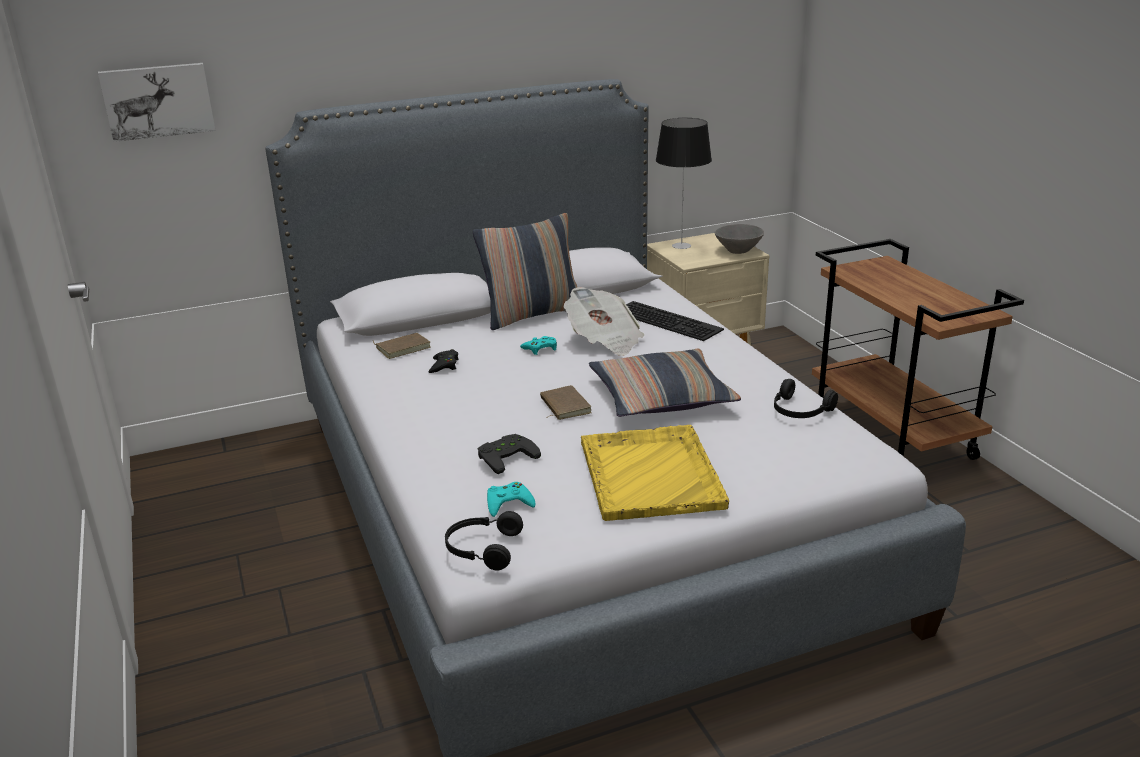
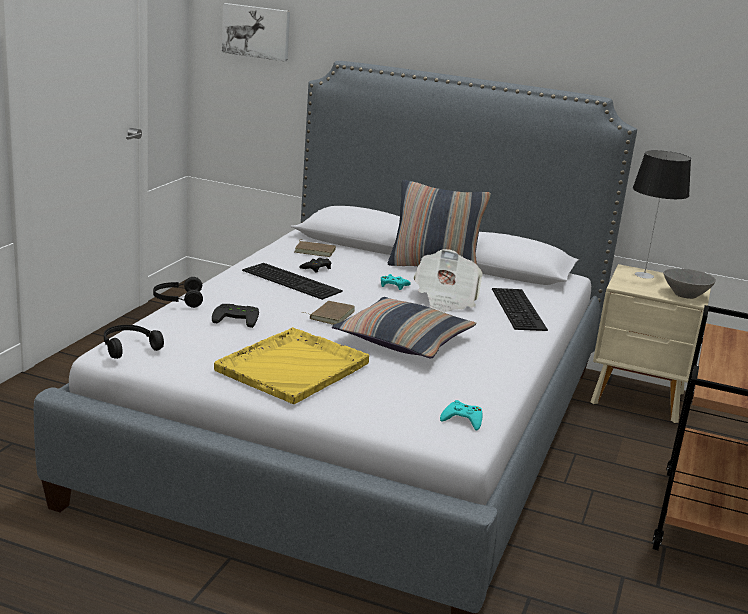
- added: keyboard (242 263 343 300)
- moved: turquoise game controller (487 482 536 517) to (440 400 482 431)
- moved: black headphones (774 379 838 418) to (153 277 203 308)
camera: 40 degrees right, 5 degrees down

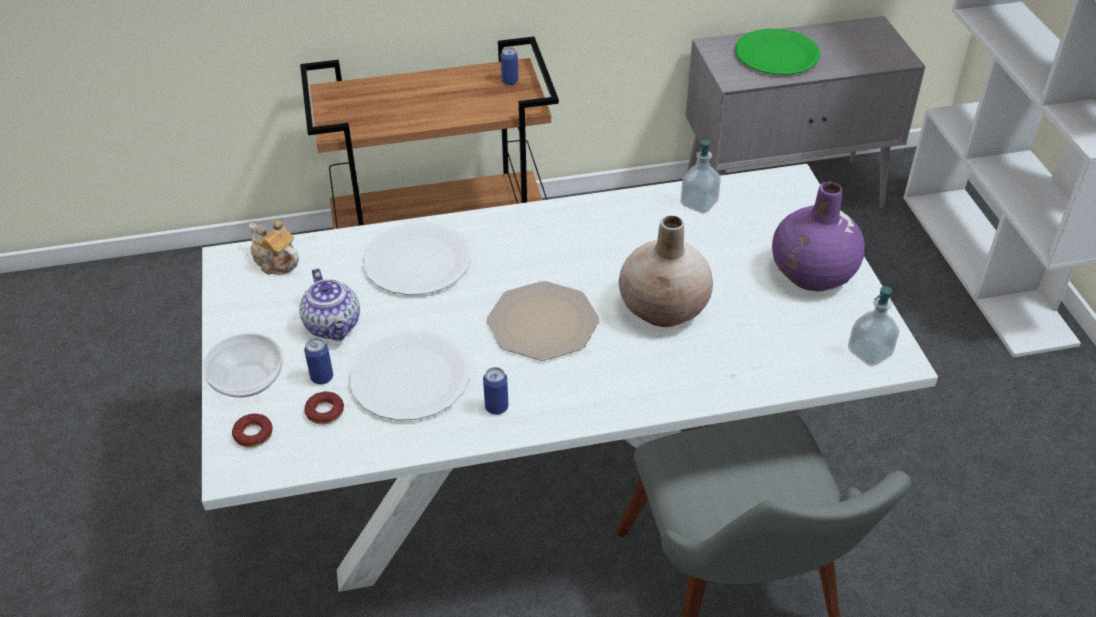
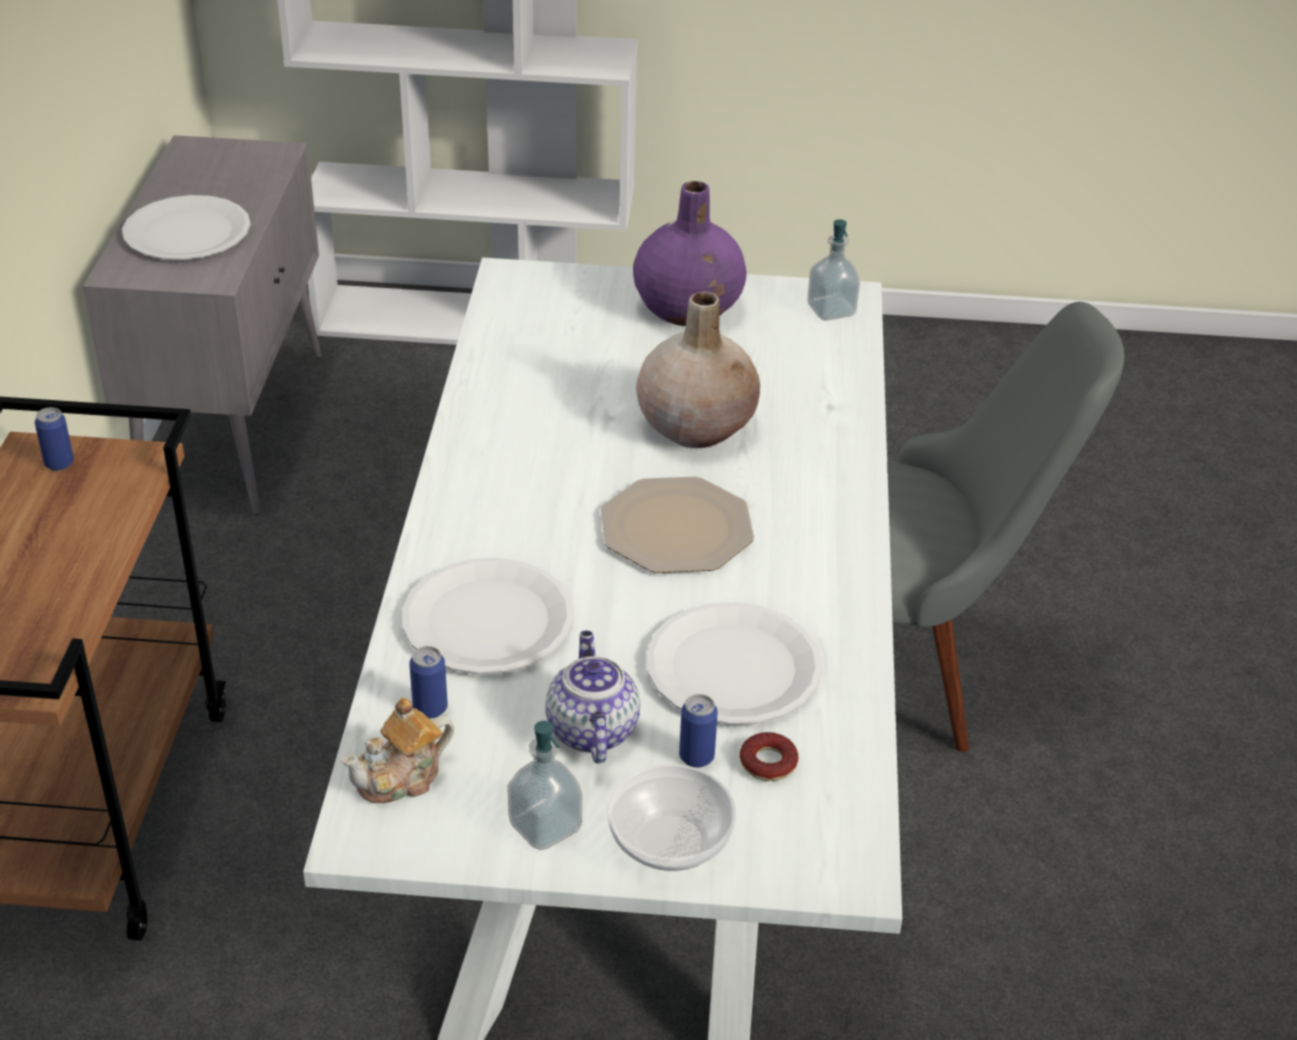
- removed: donut (232 414 273 448)
- moved: can (483 367 508 415) to (409 646 448 719)
- moved: soap dispenser (680 140 721 214) to (507 721 582 850)
- recoloured: green plate (735 29 820 75) to white plate (122 195 251 260)
- turned: teapot (299 268 360 341) = (545 631 640 764) 90 degrees counterclockwise
camera: 75 degrees left, 5 degrees down

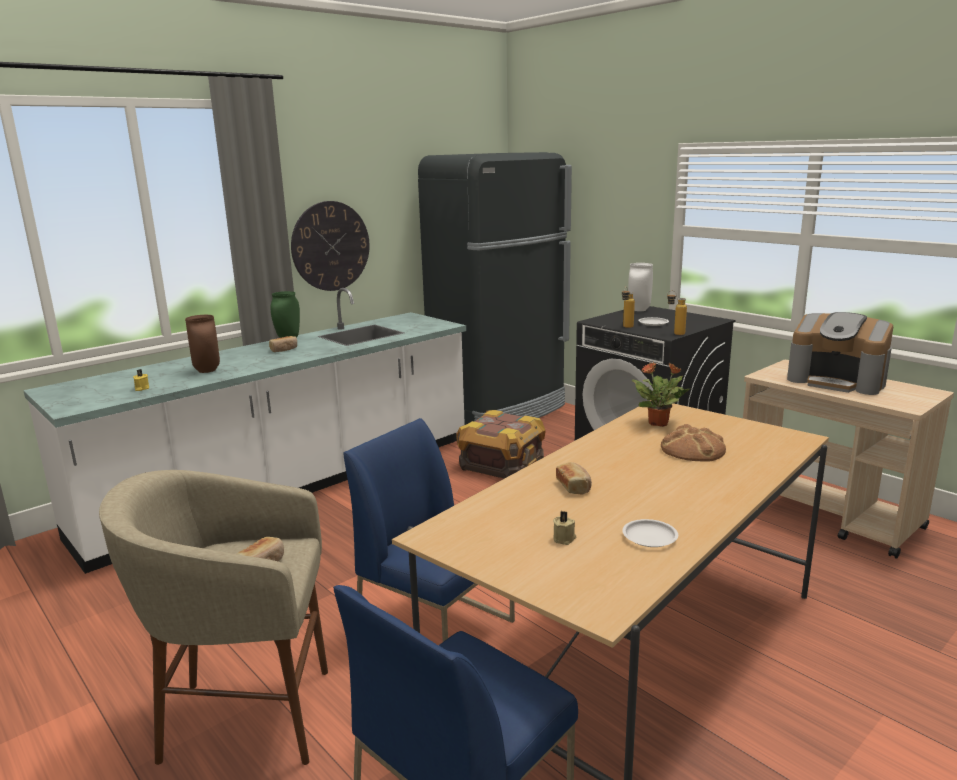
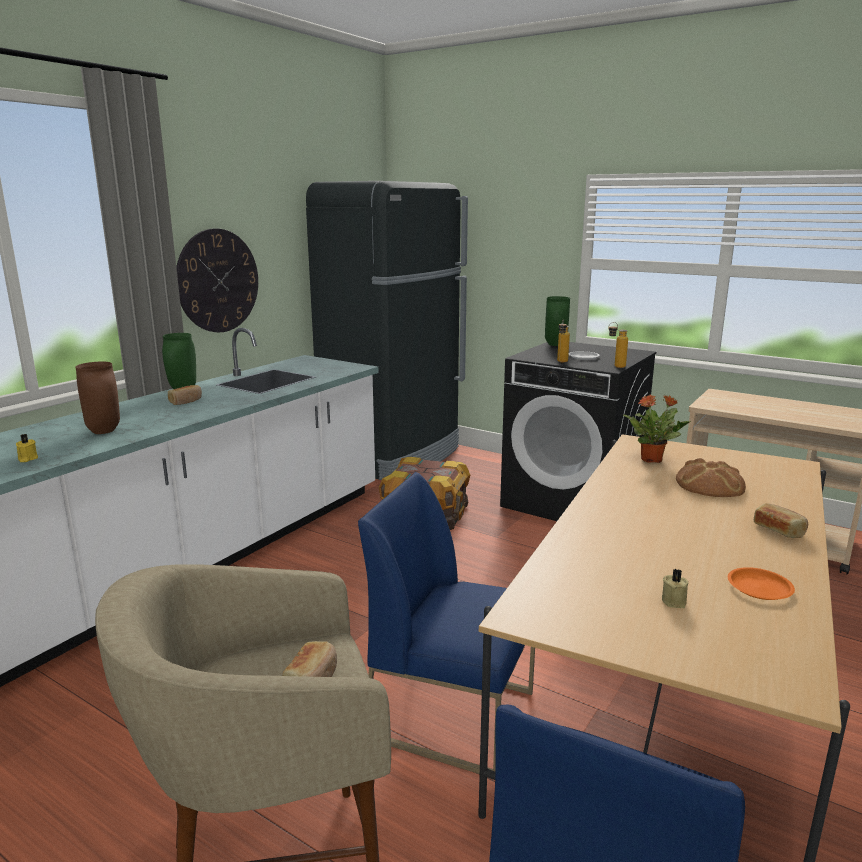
- removed: coffee machine (787 312 893 395)
- moved: bread (556 462 592 495) to (754 503 808 538)
- recoloured: white plate (622 519 678 547) to orange plate (728 567 795 600)
- recoloured: white vase (628 263 653 311) to green vase (545 296 570 346)
camera: 15 degrees left, 0 degrees up

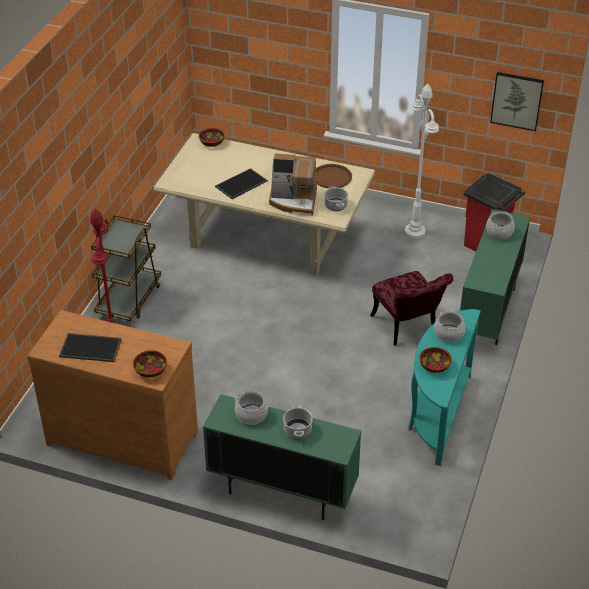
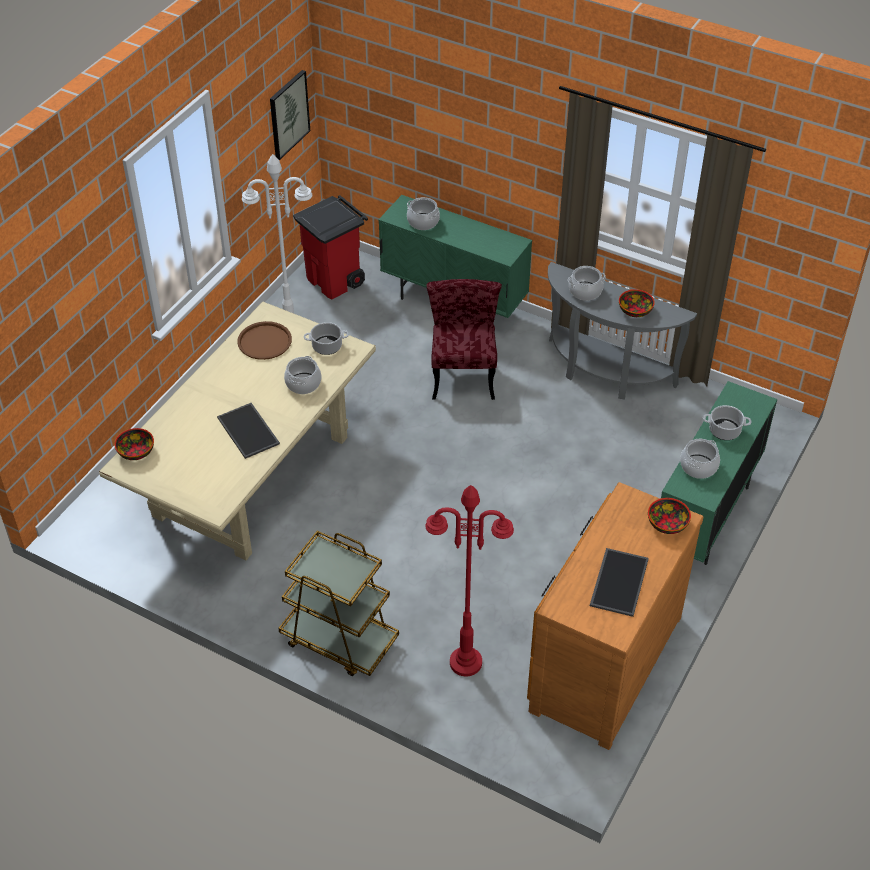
- replaced: coffee machine (269 153 317 215) to cooking pot (284 356 321 394)
- recoloured: turquoise console table (409 309 481 466) to grey console table (548 262 697 400)
- turned: red chair (370 271 453 345) = (426 279 502 400) 75 degrees counterclockwise
camera: 80 degrees left, 5 degrees up

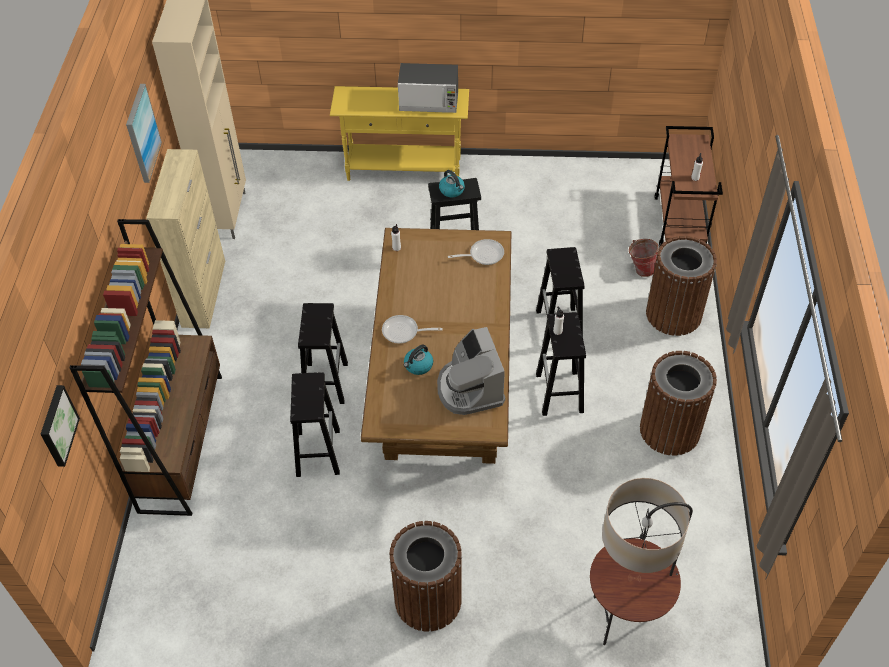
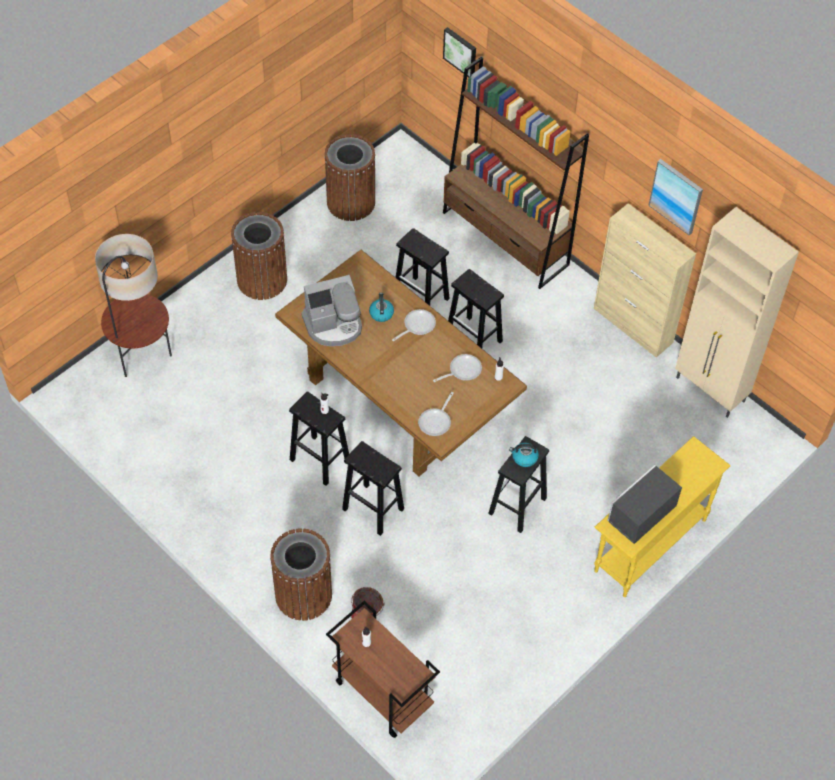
- added: frying pan (433 354 482 382)
- moved: brown trash can (640 351 717 456) to (324 134 376 221)
- turned: coffee machine (437 327 505 415) = (301 275 362 346) 135 degrees clockwise
camera: 130 degrees right, 5 degrees up

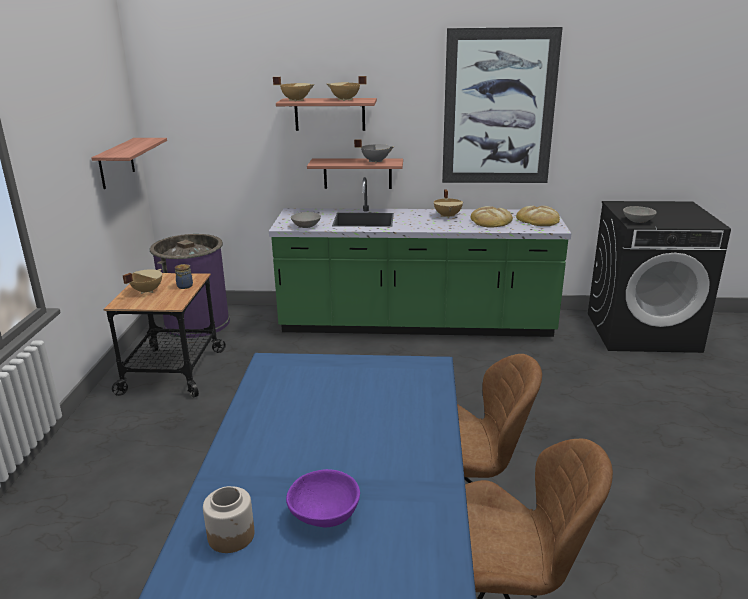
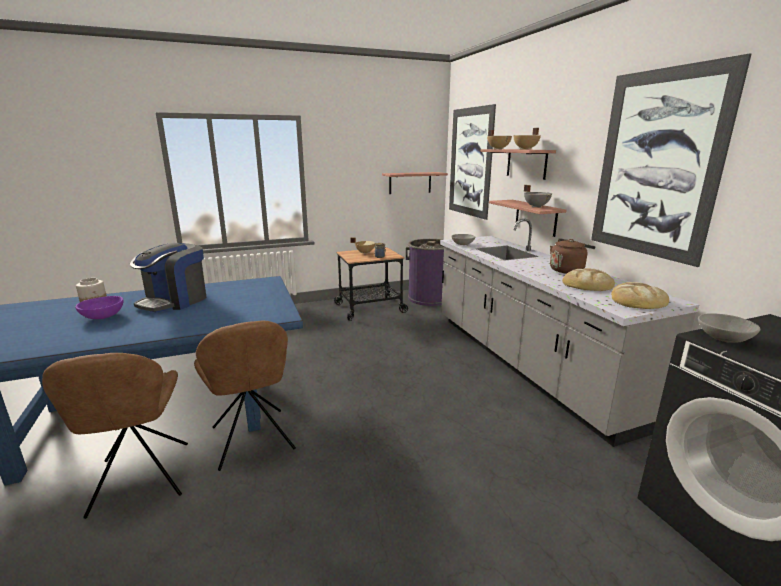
- added: coffee machine (130 243 206 312)
- added: picture (449 104 496 220)
- replaced: beige cooking pot (434 190 463 218) to brown kettle (550 238 595 274)
- recoloured: green counter (269 177 572 337) to grey counter (440 219 699 447)
camera: 65 degrees right, 5 degrees down

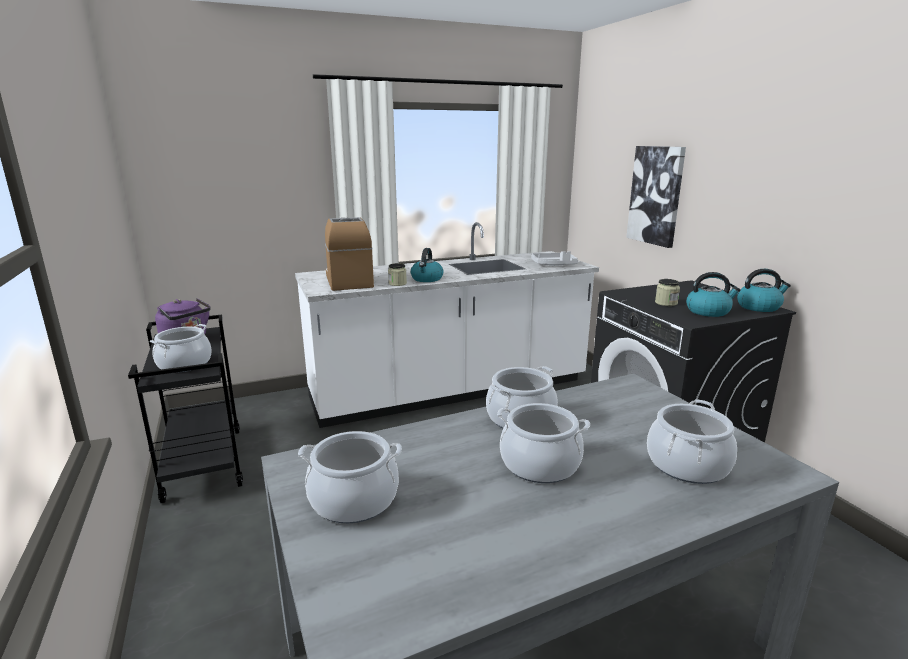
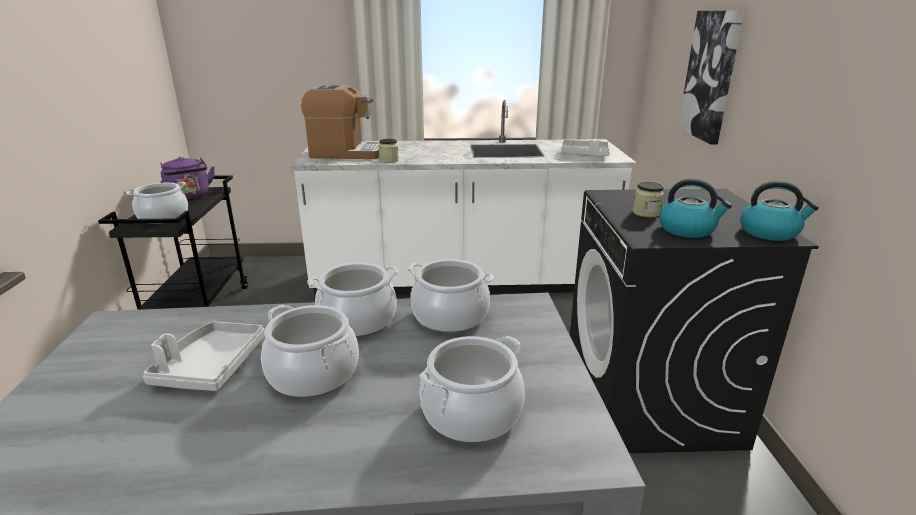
- removed: kettle (410 248 444 282)
- added: grey tray (143 321 265 391)
- moved: cooking pot (298 431 402 523) to (408 259 494 333)
- turned: coffee machine (325 217 374 291) = (301 85 380 159) 90 degrees clockwise
camera: 20 degrees right, 5 degrees up

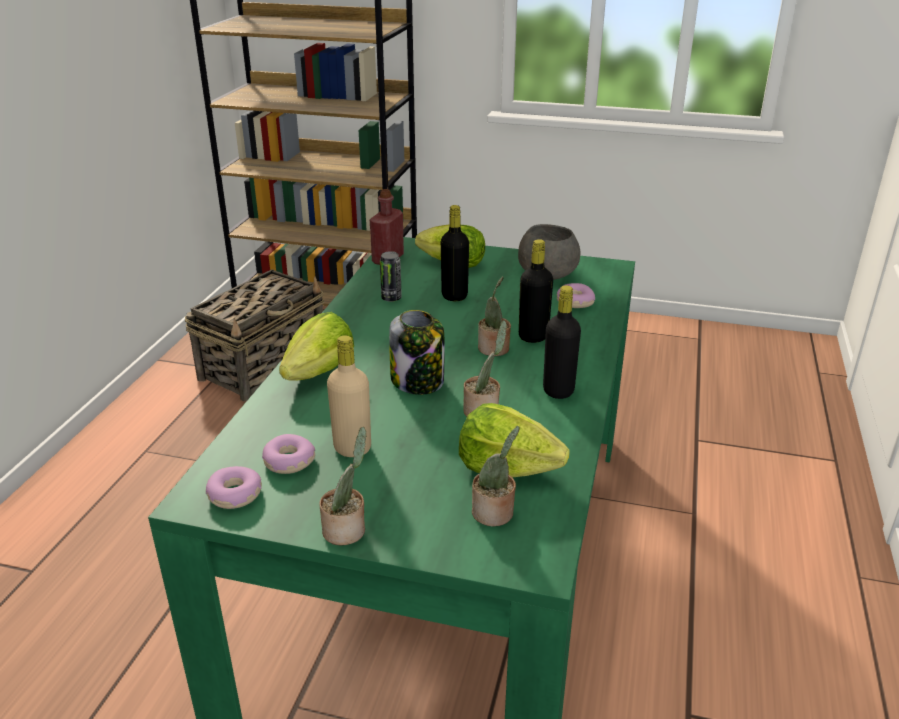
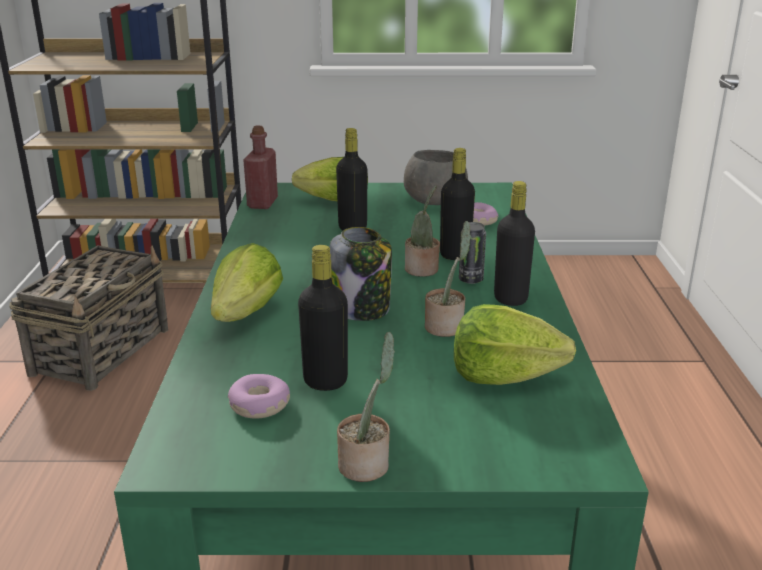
- removed: donut (206 466 262 509)
- removed: potted plant (472 426 520 526)
- moved: can (380 251 402 302) to (459 222 486 284)
- recoloured: beige bottle (327 335 371 457) to black bottle (298 245 348 391)
camera: 15 degrees left, 5 degrees down

